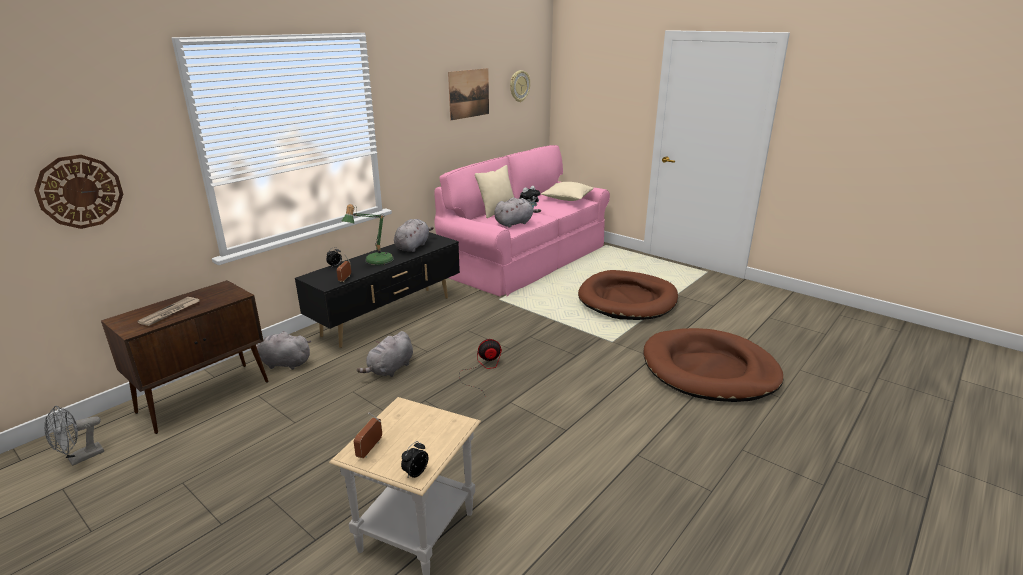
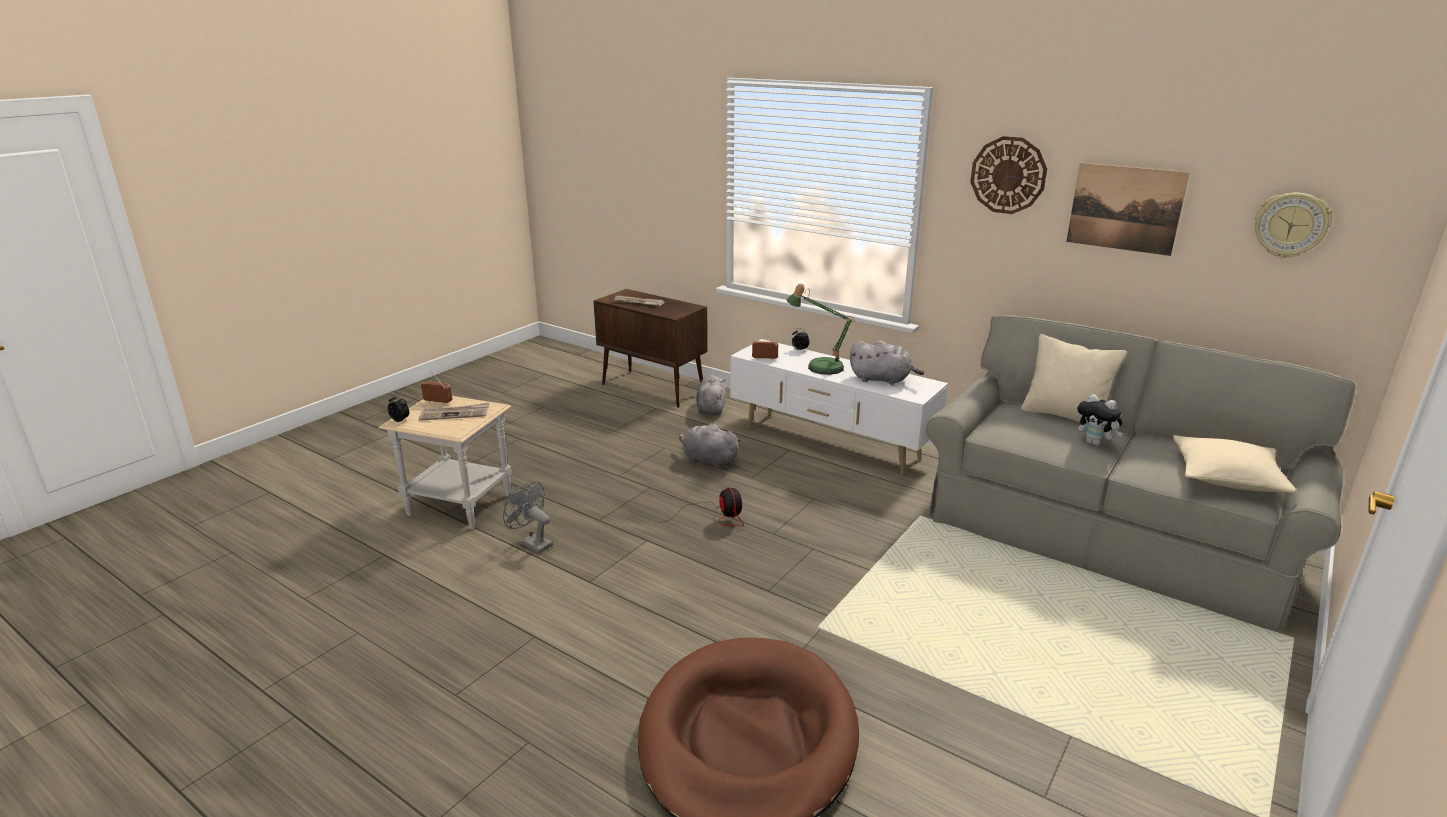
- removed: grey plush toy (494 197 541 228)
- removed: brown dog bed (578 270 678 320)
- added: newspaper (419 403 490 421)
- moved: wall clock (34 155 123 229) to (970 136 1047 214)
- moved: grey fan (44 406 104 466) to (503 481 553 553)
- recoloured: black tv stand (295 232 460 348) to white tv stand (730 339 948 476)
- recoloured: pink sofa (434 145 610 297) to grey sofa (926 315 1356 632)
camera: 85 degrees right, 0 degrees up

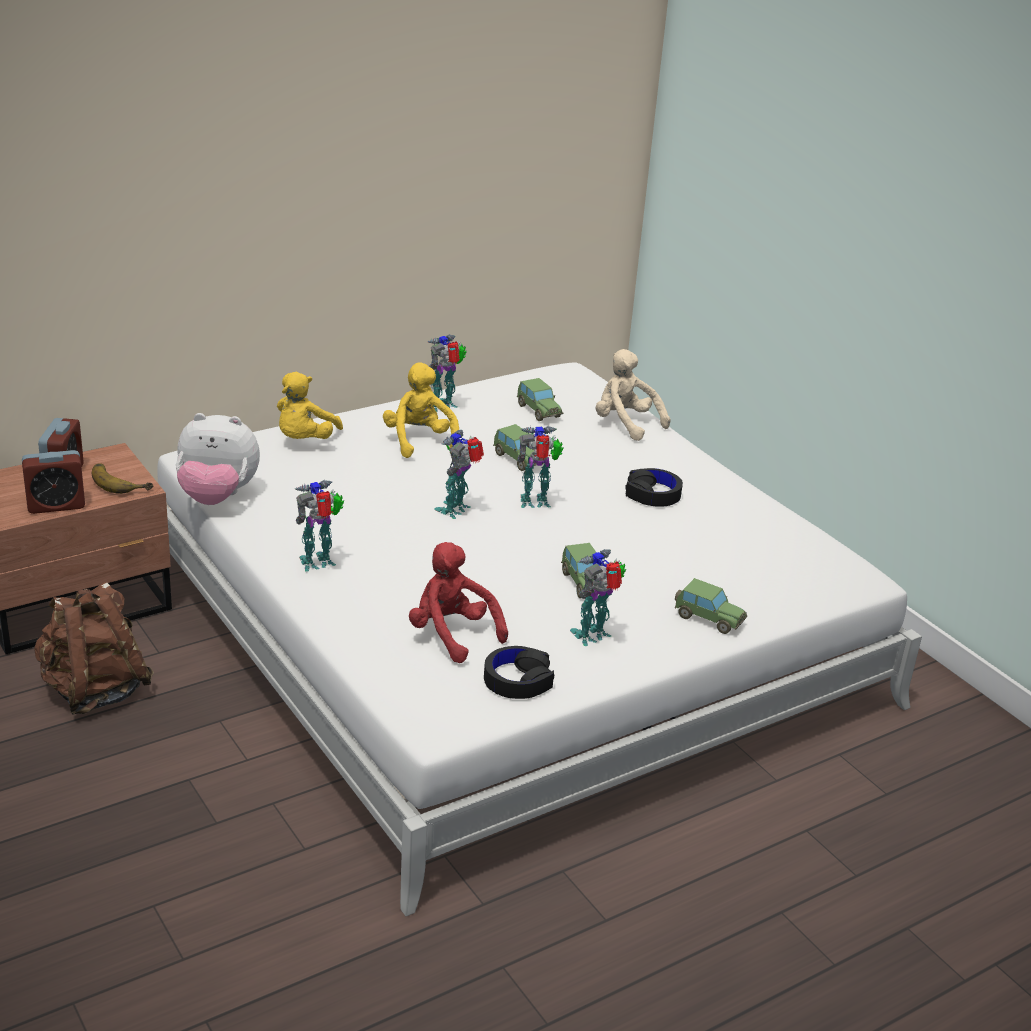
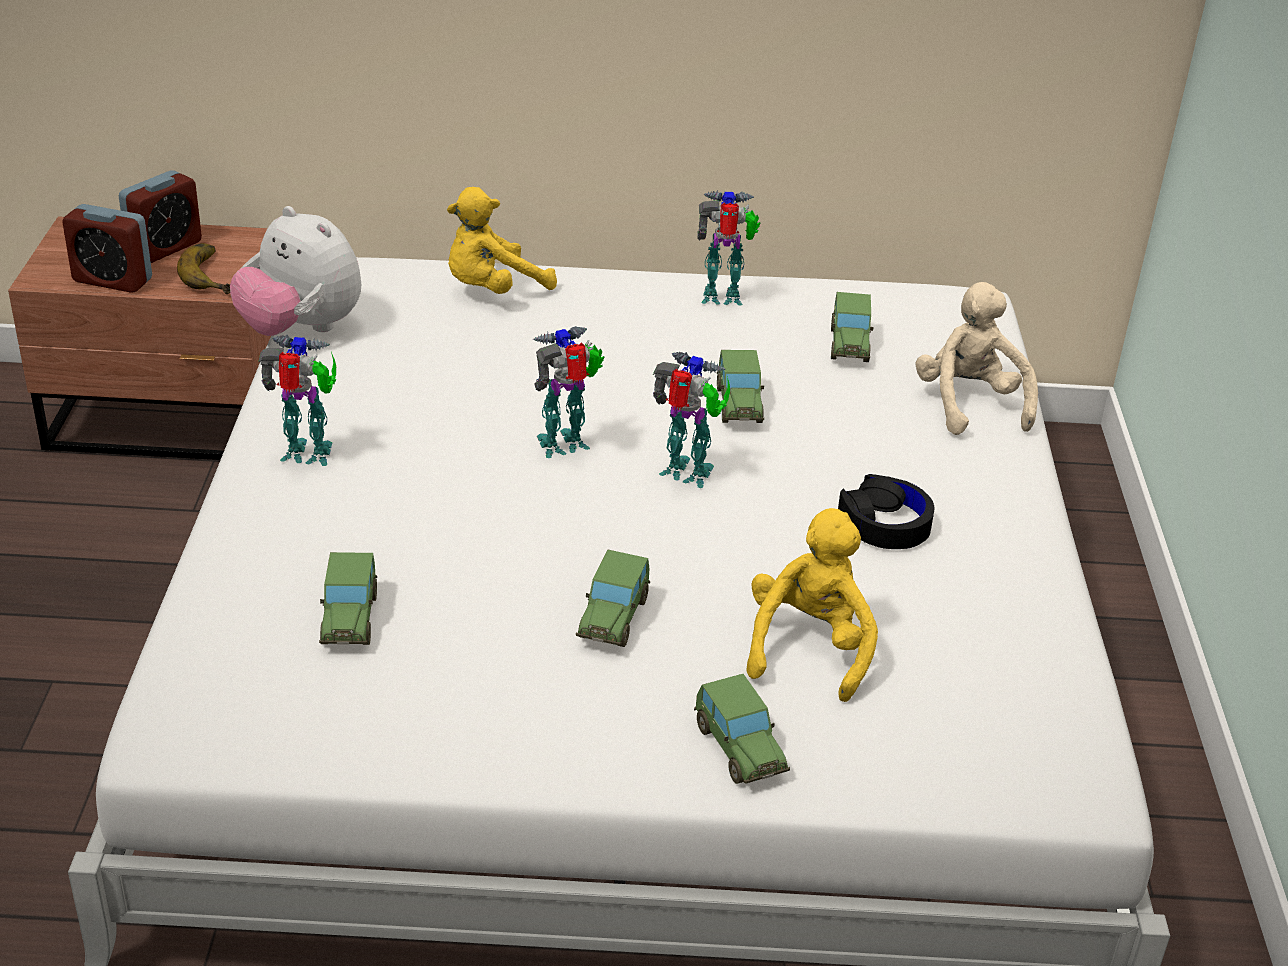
- removed: brown backpack (34 582 154 714)
- removed: black headphones (484 646 554 699)
- removed: toy robot (570 549 626 646)
- moved: yellow plush toy (383 362 459 458) to (746 508 878 702)
- replaced: red plush toy (409 542 508 663) to toy car (319 552 377 645)
camera: 35 degrees right, 5 degrees up

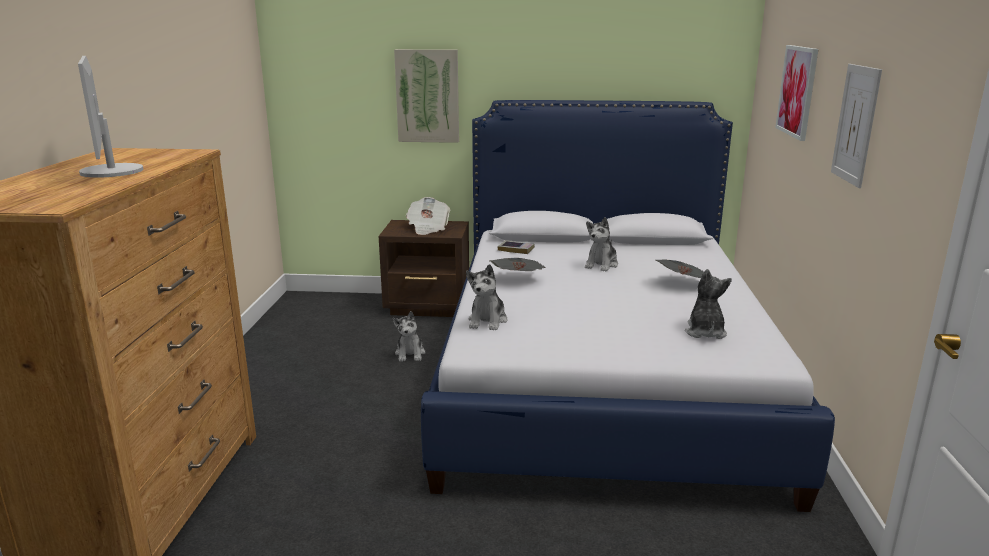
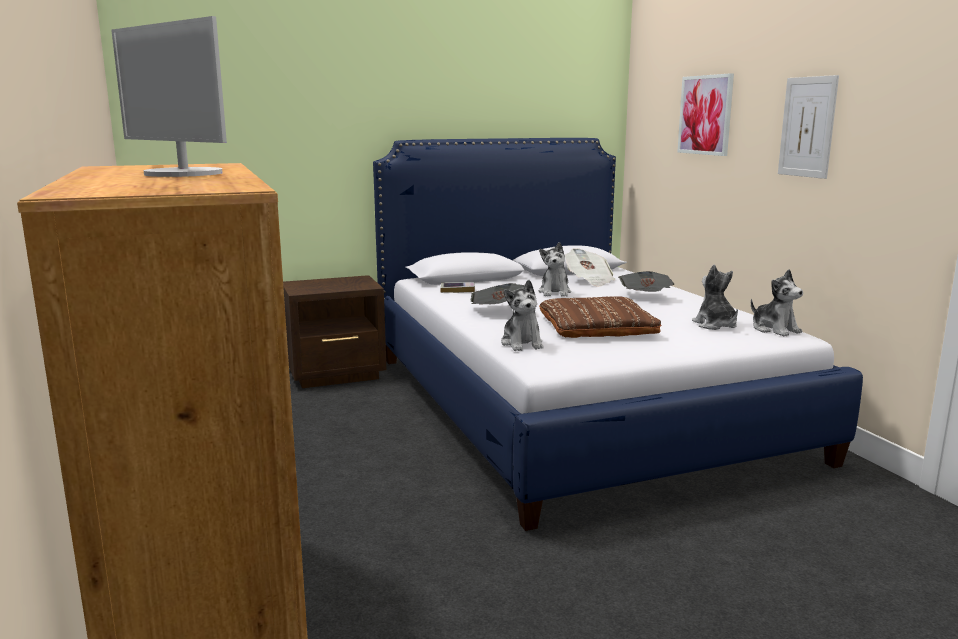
- removed: picture (394 49 459 143)
- added: brown pillow (539 296 661 338)
- moved: plush toy (393 311 425 362) to (751 269 803 337)
- moved: newspaper (406 197 450 235) to (565 248 615 287)
camera: 25 degrees left, 5 degrees down

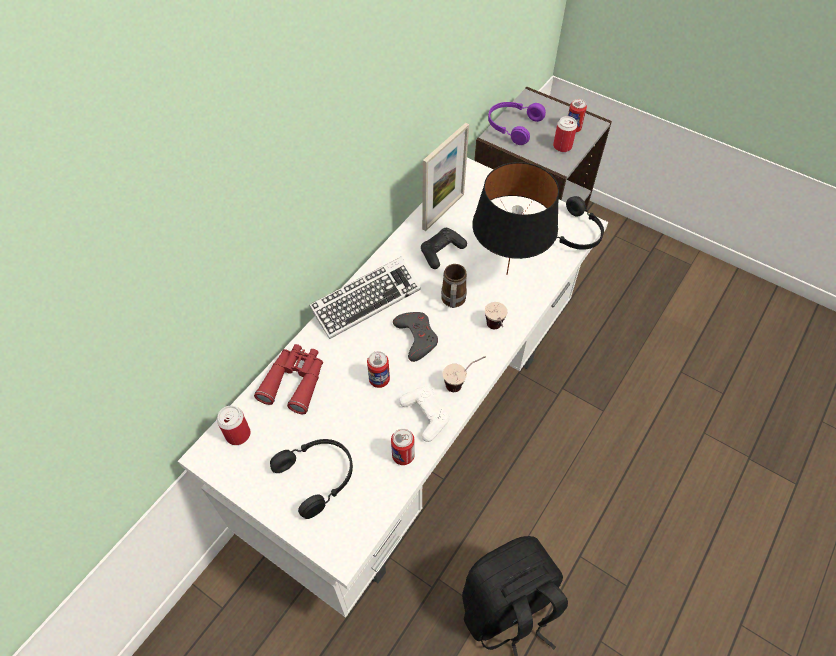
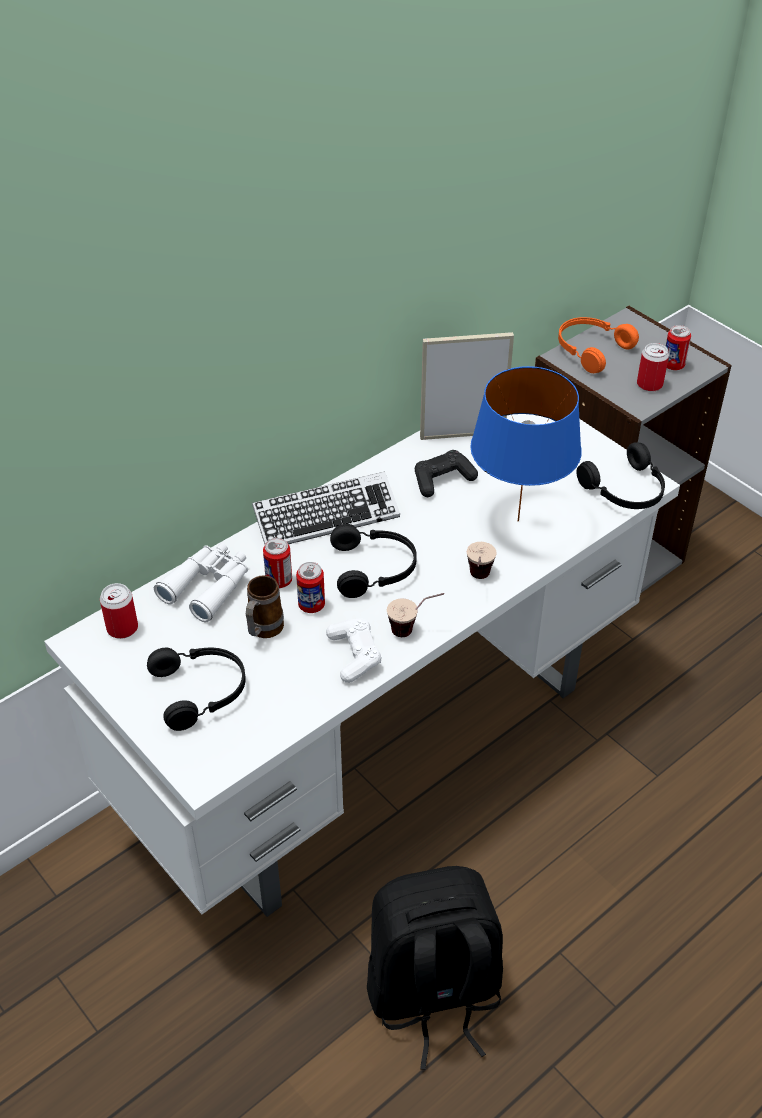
- moved: can (391 429 415 465) to (263 538 292 588)
- moved: mug (441 264 467 308) to (246 575 284 638)
- replaced: grey game controller (393 312 438 362) to black headphones (330 524 417 598)
- recoloured: red binoculars (254 344 323 414) to white binoculars (154 543 248 622)
- recoloured: black table lamp (472 162 559 275) to blue table lamp (470 366 582 521)
- recoloured: purple headphones (488 102 546 145) to orange headphones (558 317 639 373)
- turned: picture frame (422 123 469 231) = (420 332 514 440) 150 degrees counterclockwise
camera: 15 degrees right, 10 degrees down

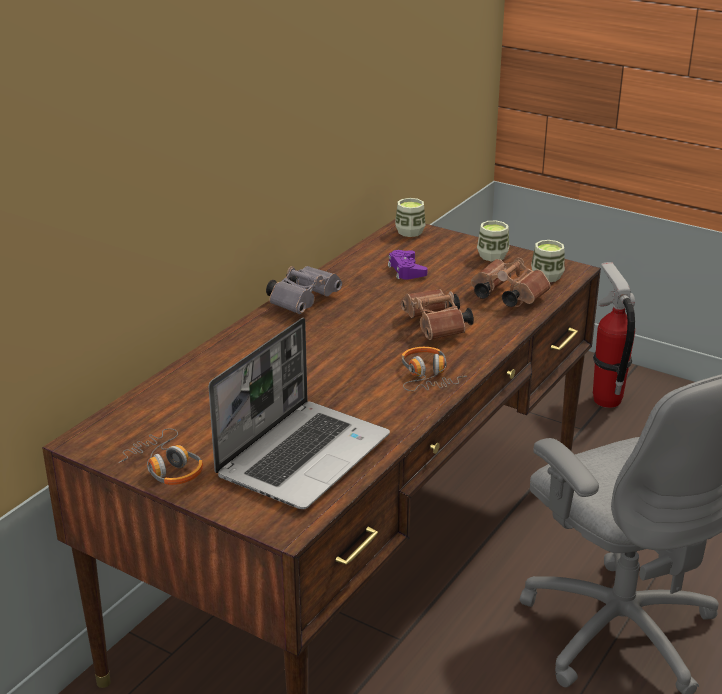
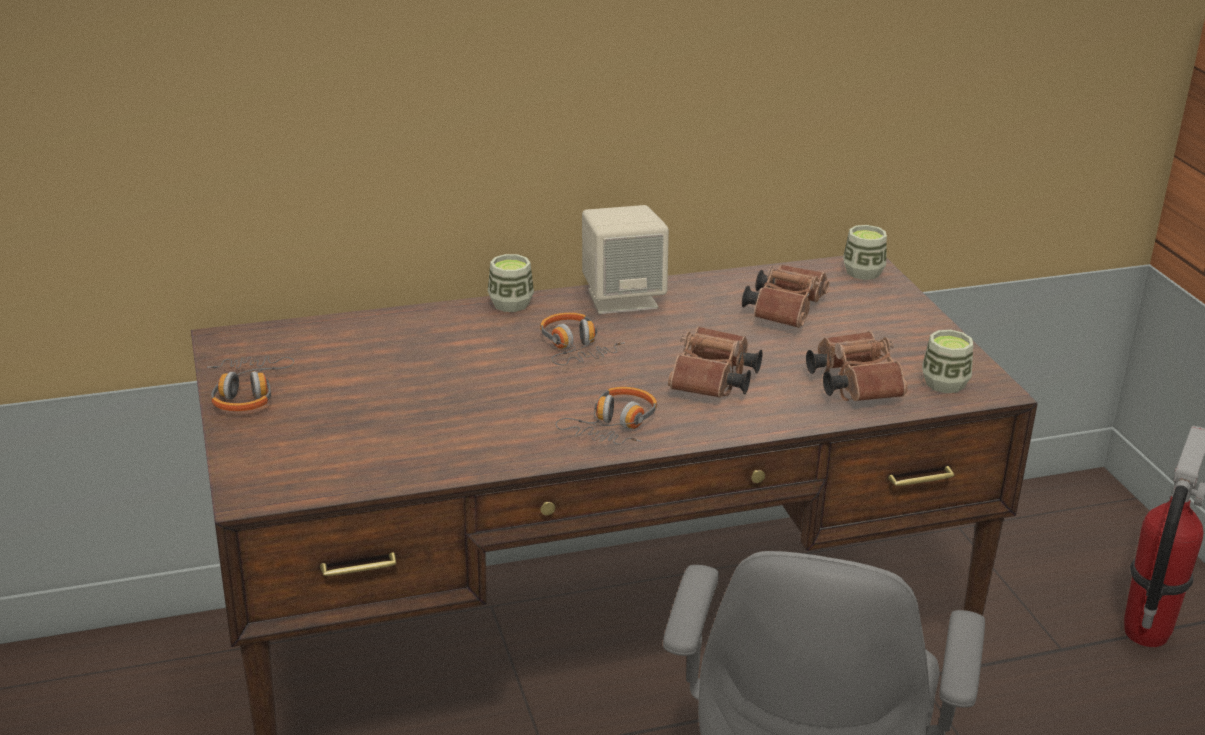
- removed: laptop (209 318 390 509)
- added: headphones (540 313 625 365)
- moved: cup (477 221 509 261) to (488 254 534 312)
- replaced: grey binoculars (266 266 342 314) to beige speaker (582 205 669 314)
- replaced: purple game controller (388 250 428 280) to brown binoculars (742 265 829 328)
camera: 40 degrees right, 0 degrees up

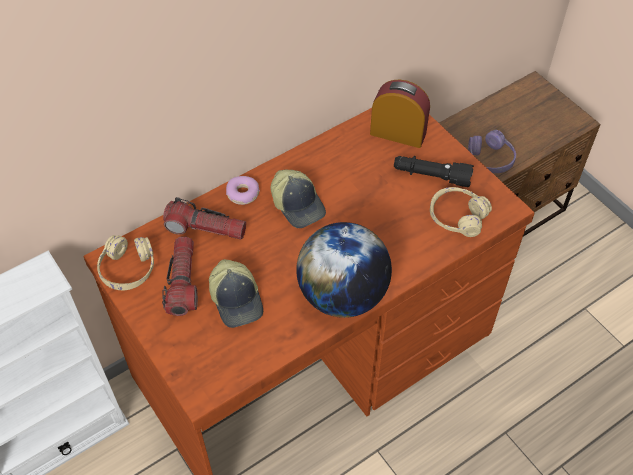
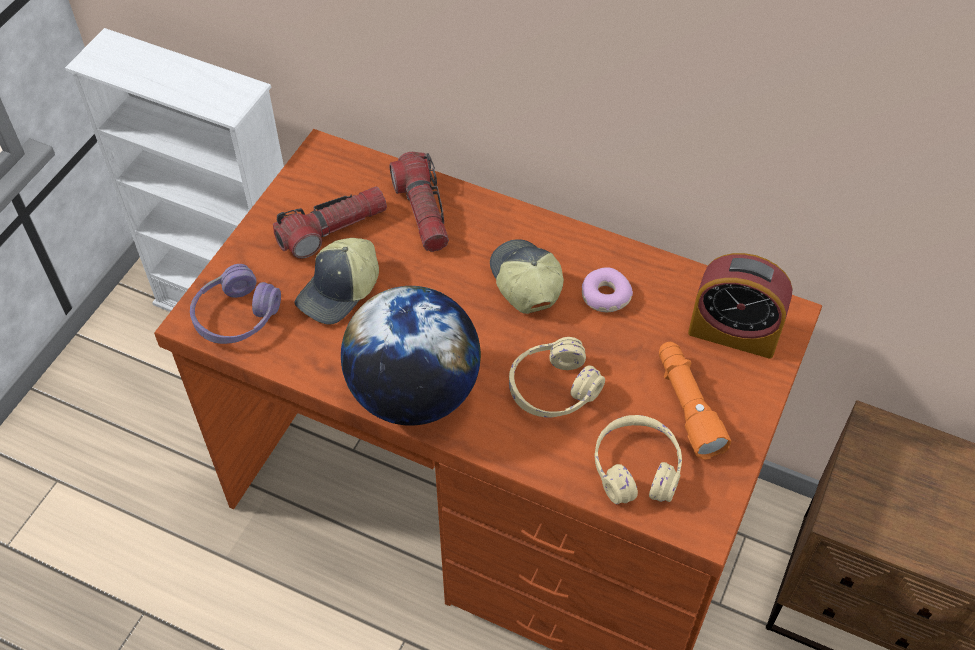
- moved: beige headphones (97 235 154 291) to (509 337 605 417)
- moved: donut (226 176 260 205) to (582 267 633 312)
- moved: purple headphones (468 130 516 173) to (190 264 281 344)
- recoloured: black flashlight (394 156 474 187) to orange flashlight (659 342 731 460)
- turned: cap (271 170 326 228) = (490 239 564 314) 135 degrees clockwise
- turned: alarm clock (370 79 430 148) = (688 253 793 359) 120 degrees clockwise
camera: 60 degrees right, 0 degrees up

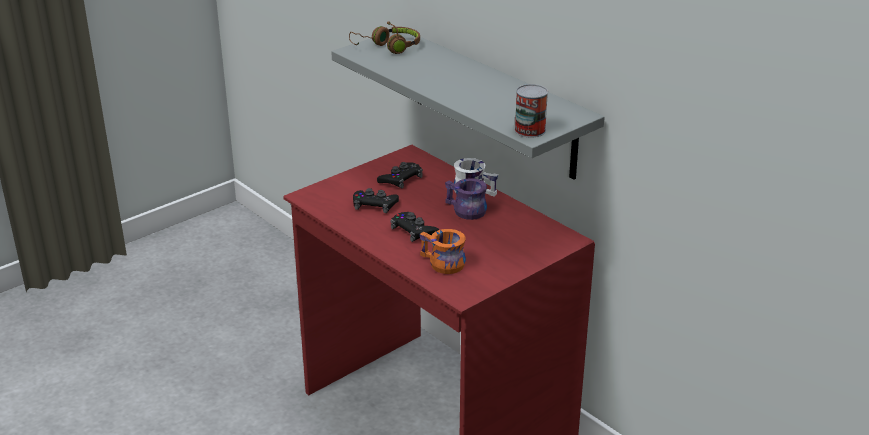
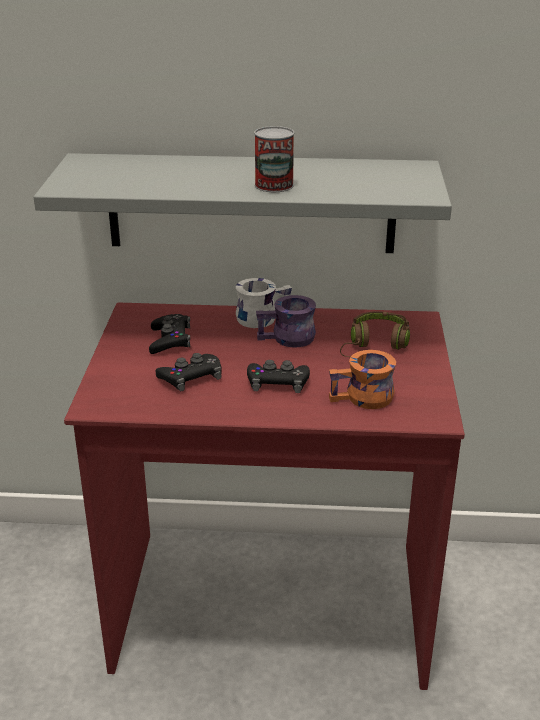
- moved: brown headphones (349 21 420 54) to (340 311 410 357)
- moved: can (515 84 548 138) to (254 126 294 192)
camera: 45 degrees left, 0 degrees up

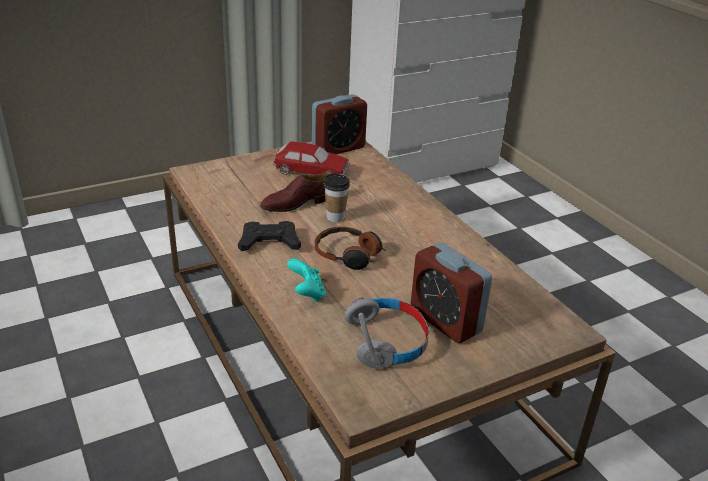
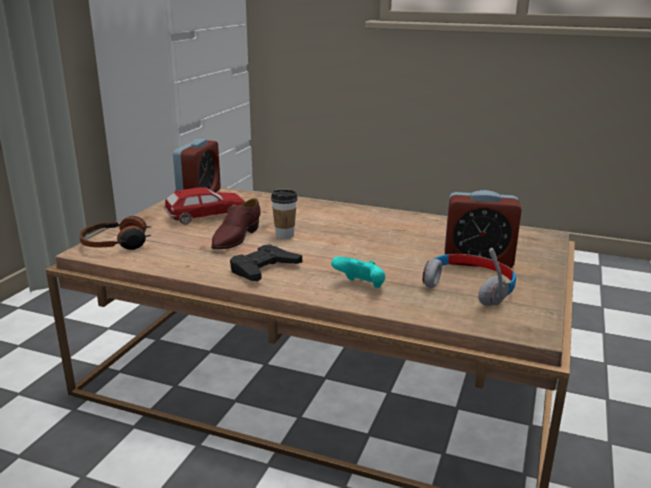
- moved: headphones (315 227 386 270) to (79 216 151 250)
camera: 40 degrees left, 10 degrees down

